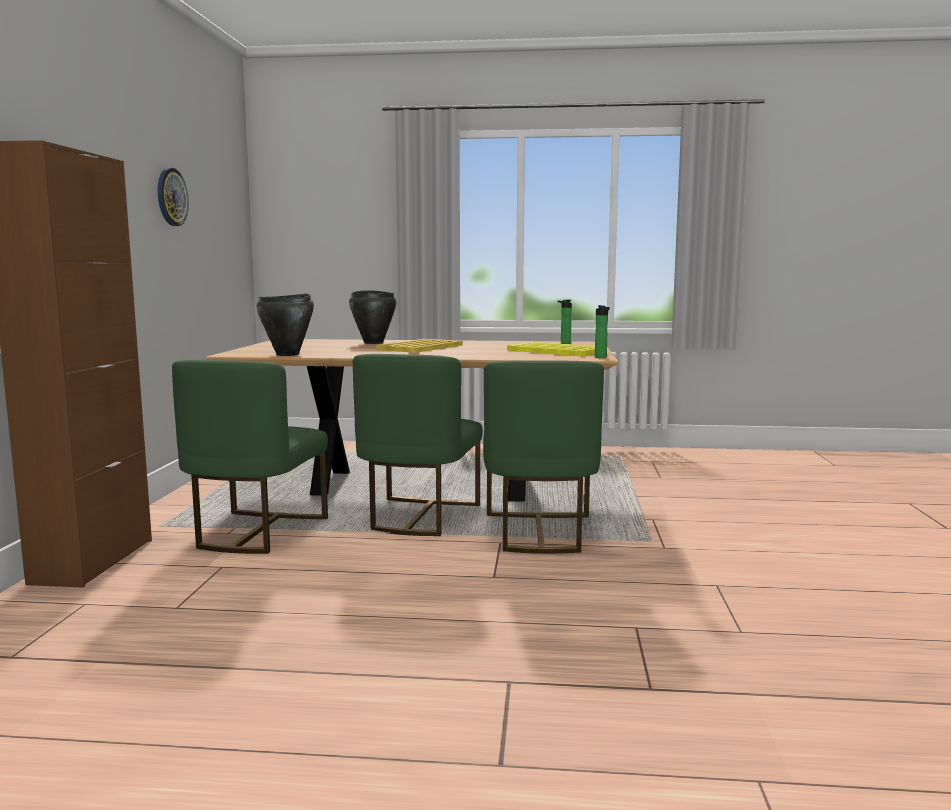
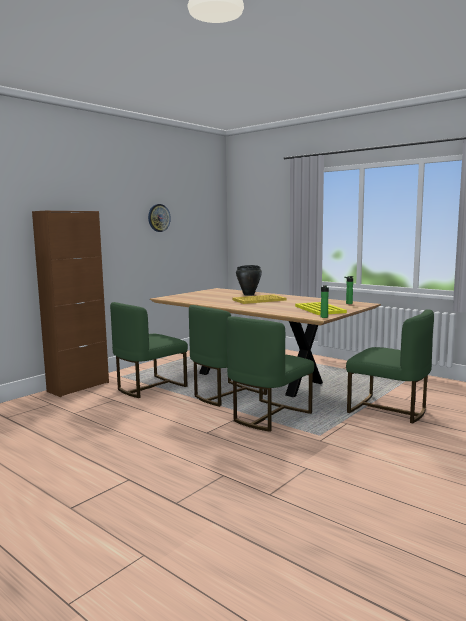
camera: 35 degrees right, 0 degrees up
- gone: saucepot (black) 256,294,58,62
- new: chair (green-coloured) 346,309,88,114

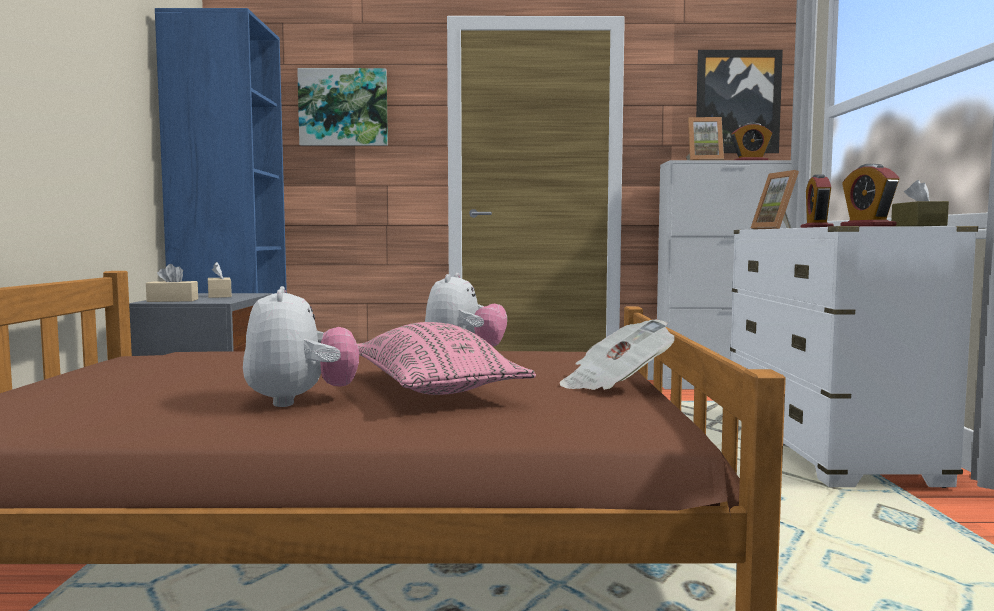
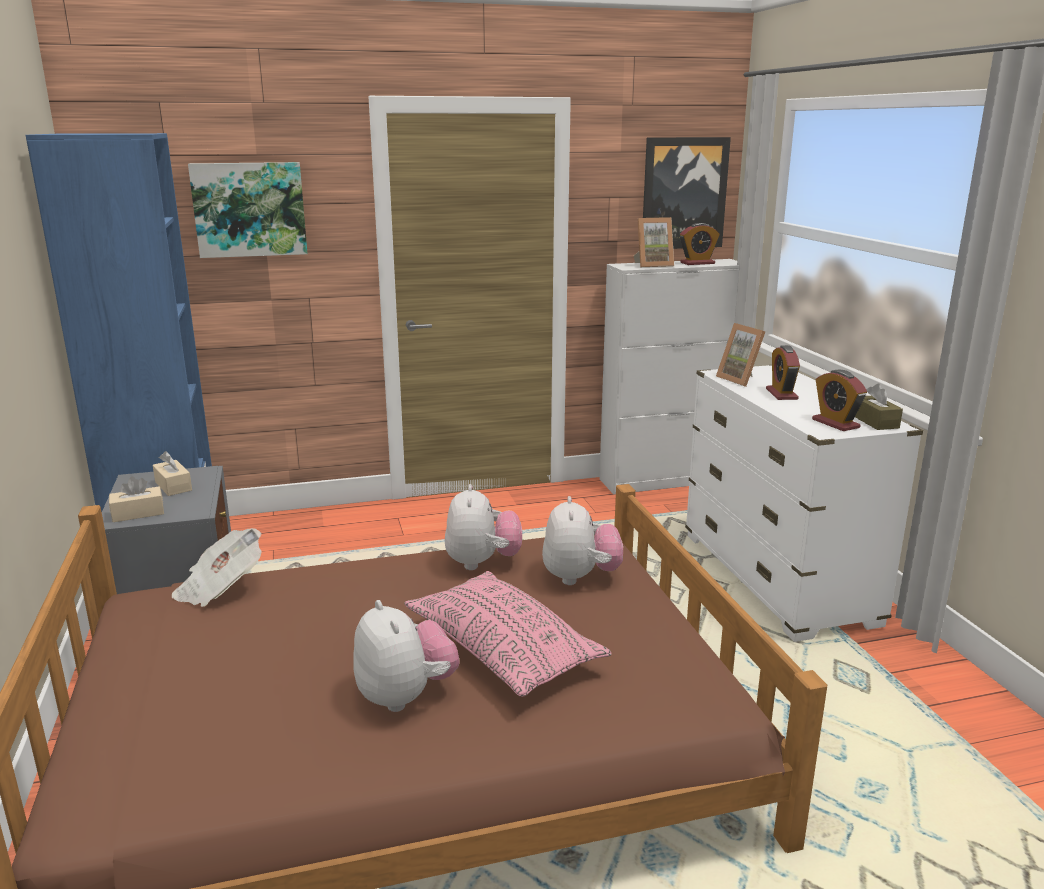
camera: 15 degrees left, 15 degrees up
- new: soft toy 542,496,81,89
- shifted: newspaper 560,320,115,70 to 172,528,90,79

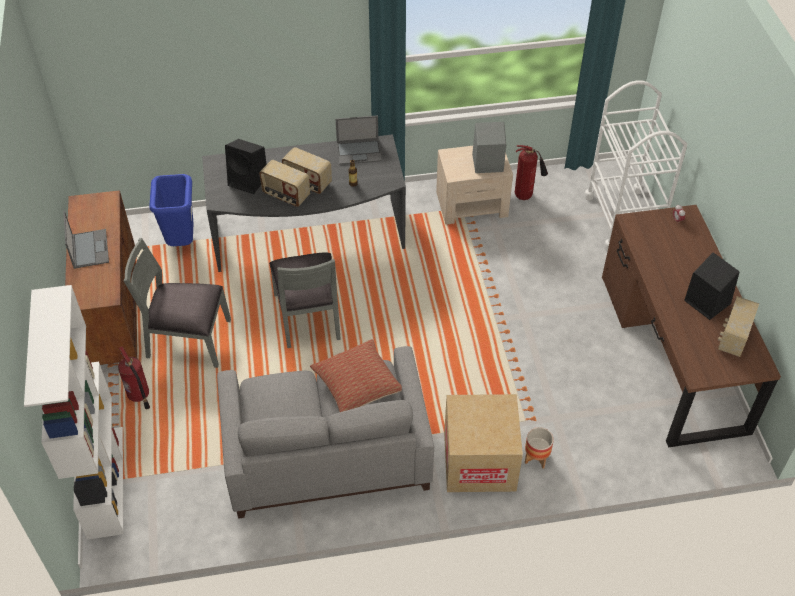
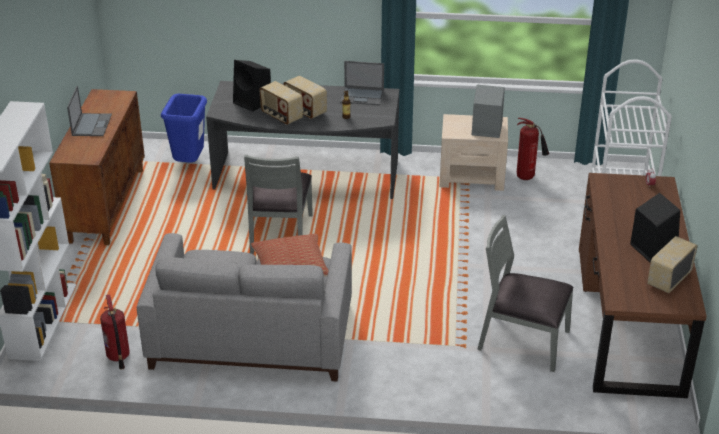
camera: 15 degrees right, 15 degrees down
- gone: carton 444,394,79,98
- gone: plant pot 525,427,29,42
- shifted: extinguisher 118,346,32,63 to 100,294,30,76
- shifted: chair (grey) 123,238,108,130 to 477,215,96,157

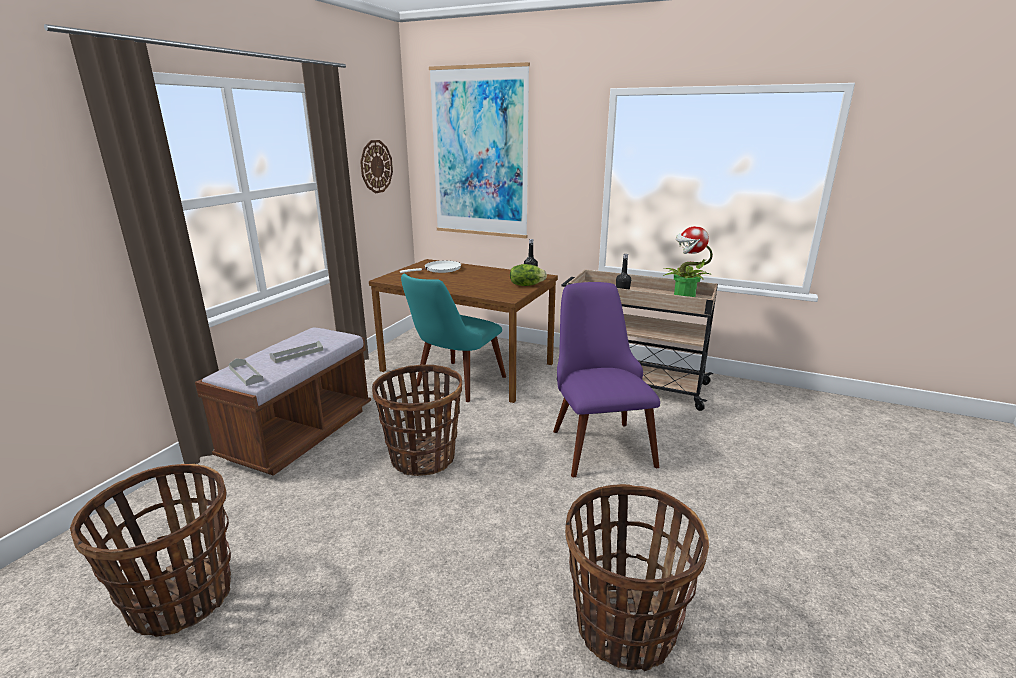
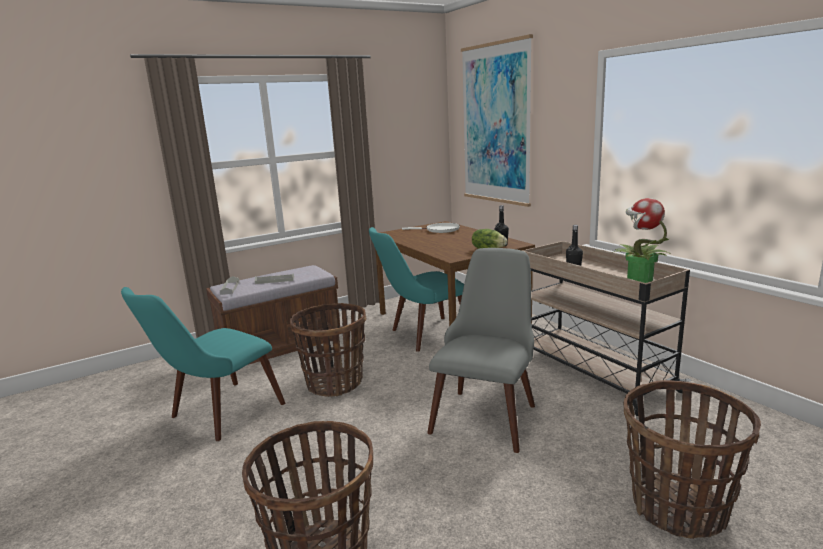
camera: 35 degrees right, 5 degrees down
- gone: hanging clock 360,140,33,53
- new: chair (turquoise-coloured) 121,287,165,154
- shifted: basket 70,464,161,173 to 623,380,138,159
- repainted: chair (purple) 553,282,107,195 to chair (grey) 427,248,108,205

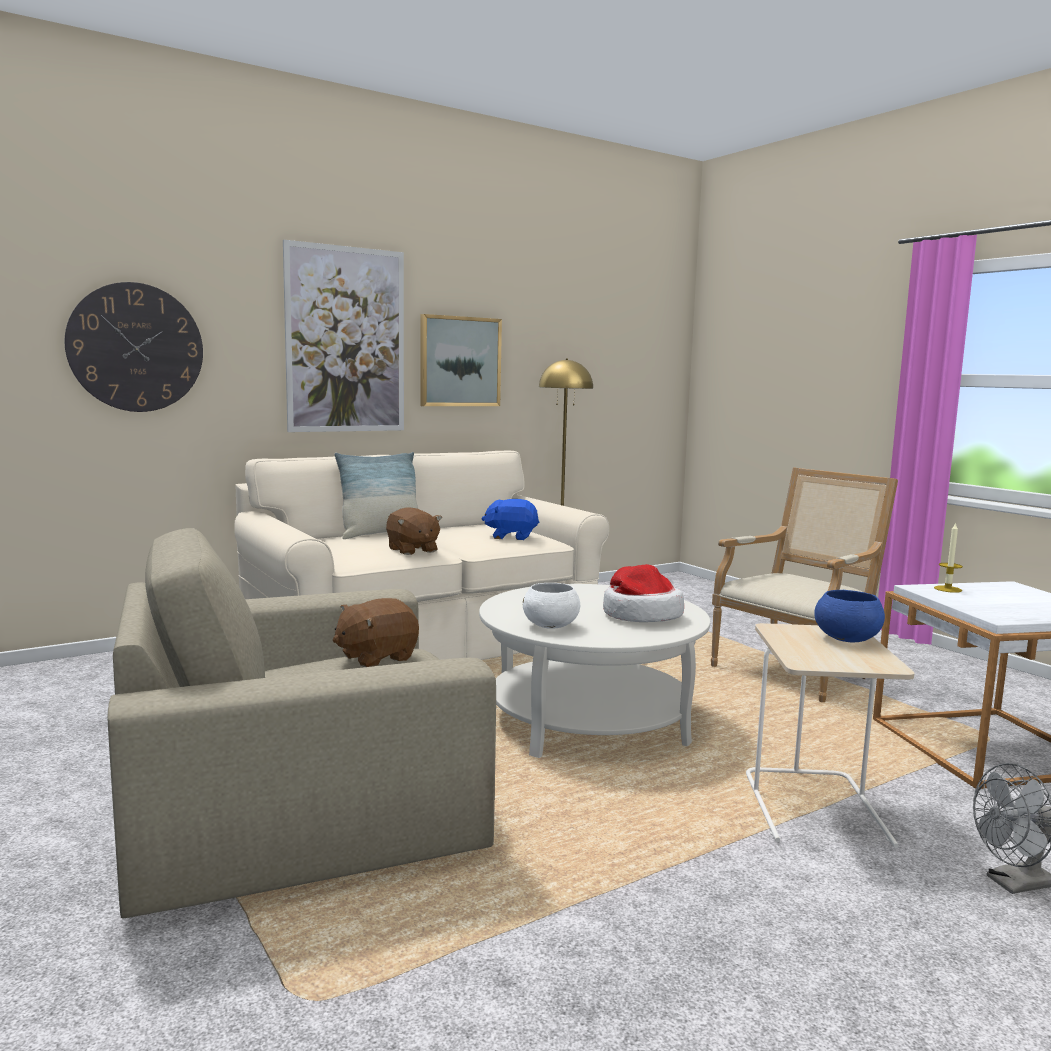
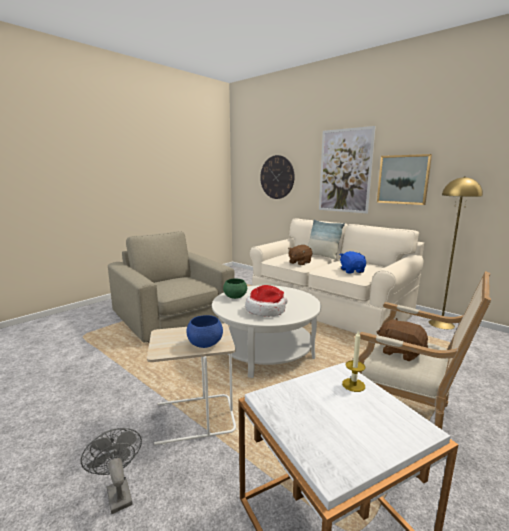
camera: 75 degrees right, 5 degrees up
- shifted: soft toy (brownish) 333,598,86,69 to 377,318,51,43
- repainted: deep dish (white-coloured) 523,583,57,46 to deep dish (green-coloured) 223,279,24,20

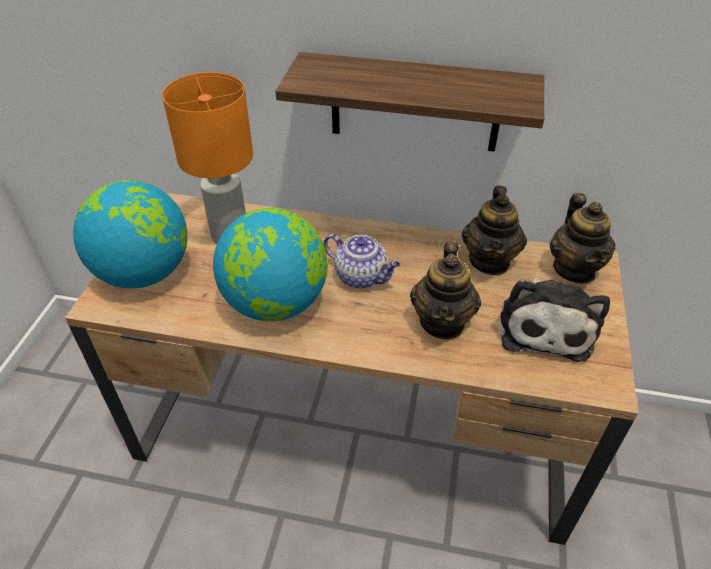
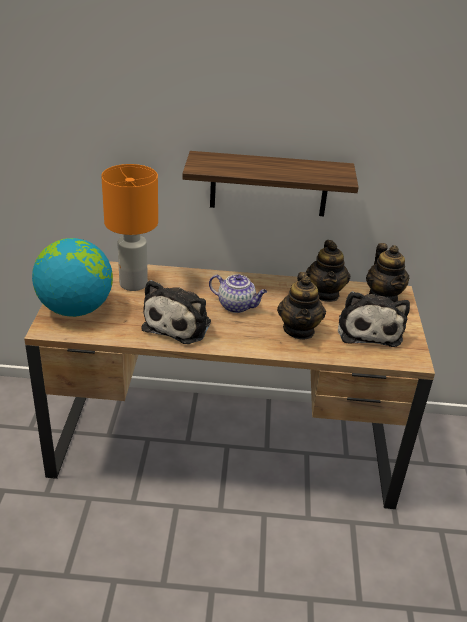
camera: 10 degrees left, 10 degrees down
- swapped: world globe 213,208,115,114 to soft toy 141,280,70,64

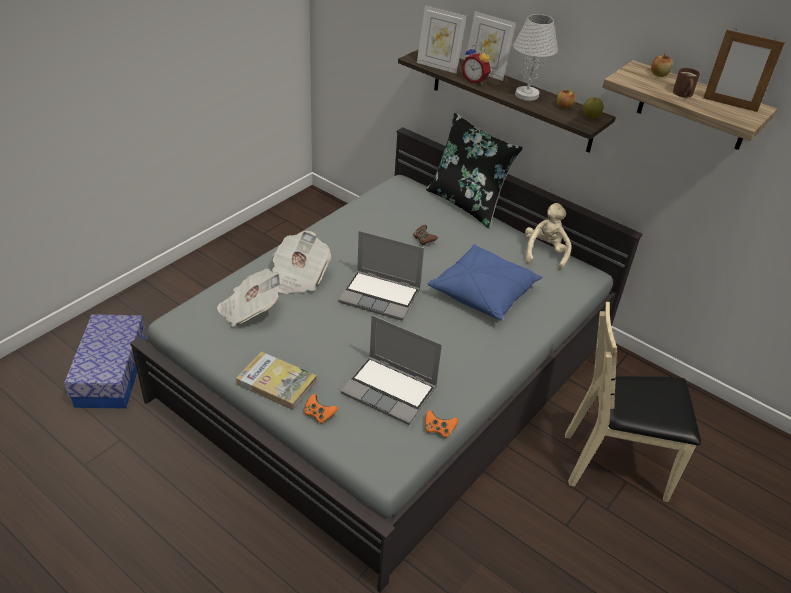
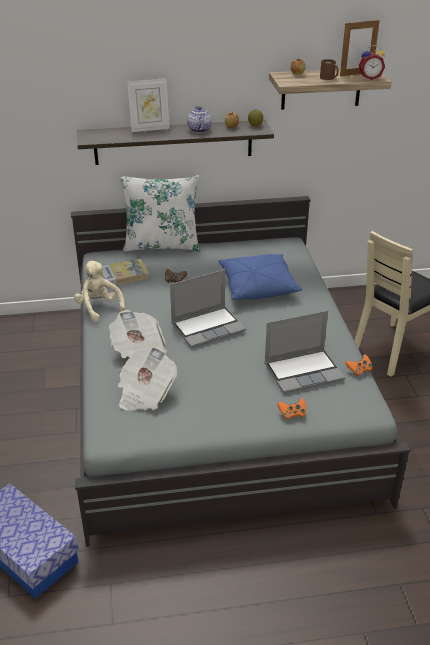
camera: 45 degrees left, 5 degrees down
- gone: standing frame 417,6,50,68
- shifted: book 236,352,81,58 to 99,259,50,28
- shifted: table clock 461,45,30,40 to 359,45,26,35
- shifted: soft toy (beige) 525,203,47,67 to 74,261,51,61
- swapped: tabletop lamp (white-coloured) 513,14,45,87 to tea pot 187,106,25,27
- repainted: cushion (black) 426,112,97,117 to cushion (white-coloured) 120,175,80,77

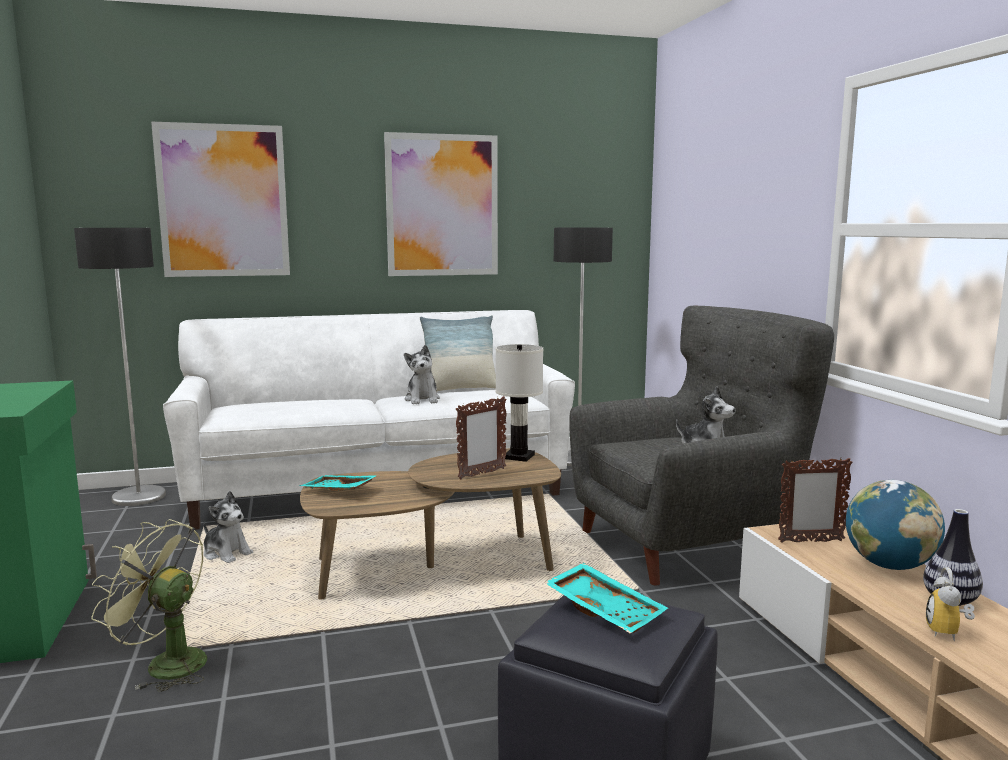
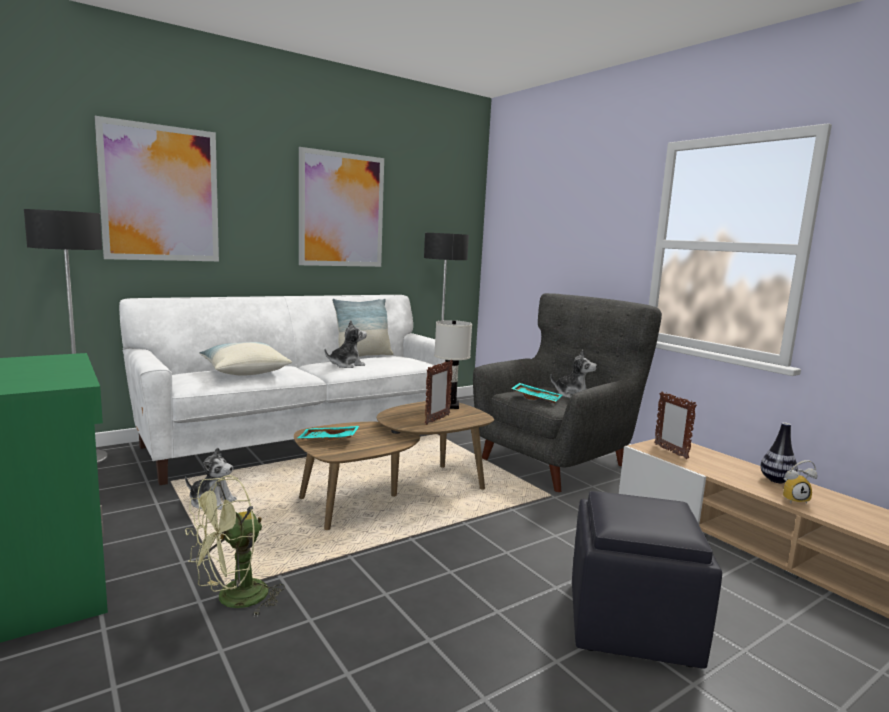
camera: 20 degrees left, 0 degrees up
- gone: world globe 846,480,99,90
- new: cushion 199,342,93,34
- shifted: carrying tray (turquoise-coloured) 544,563,124,71 to 511,383,51,20
- rotated: fan (green-coloured) 91,519,116,173 = 185,475,100,142 45 degrees counterclockwise
- rotated: soft toy 404,345,36,59 = 325,320,42,48 90 degrees counterclockwise
- rotated: standing frame 778,458,75,85 = 654,391,43,68 90 degrees clockwise
- rotated: table clock 926,567,49,75 = 783,460,35,44 90 degrees counterclockwise

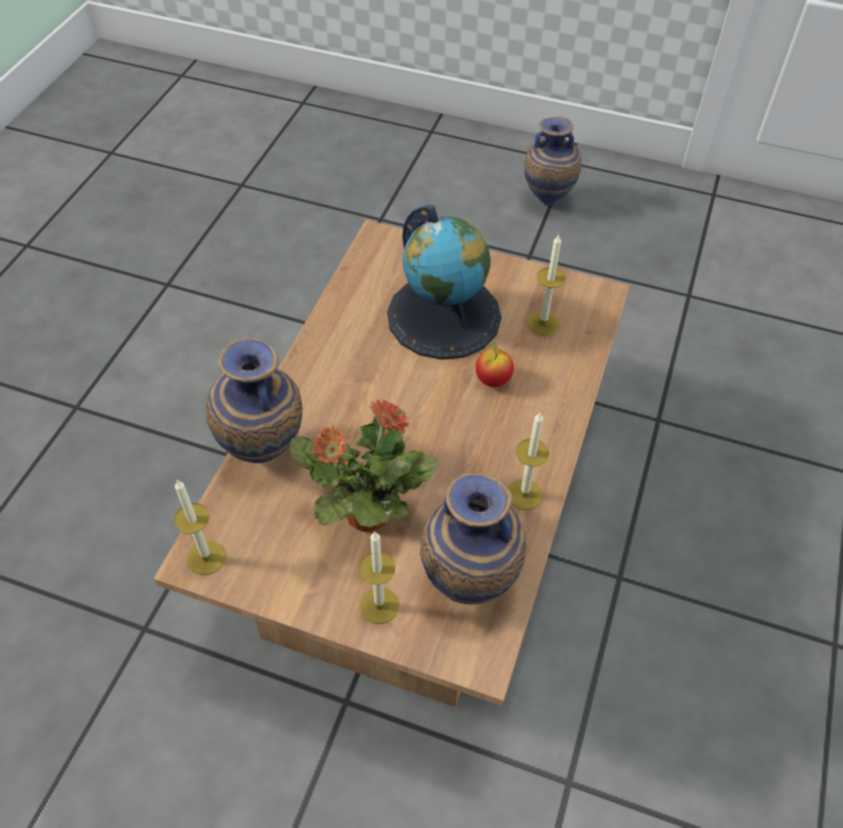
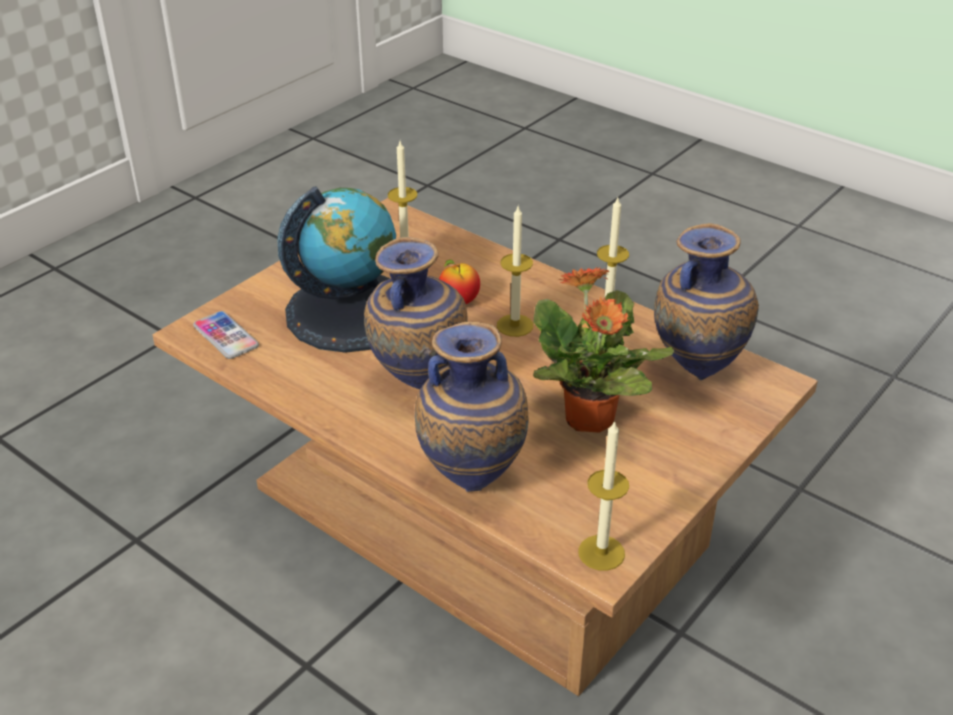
camera: 70 degrees left, 15 degrees down
- new: phone 193,311,66,48
- shifted: candle 359,531,40,93 to 497,206,36,131
- shifted: decorative vase 524,116,57,90 to 364,237,104,152

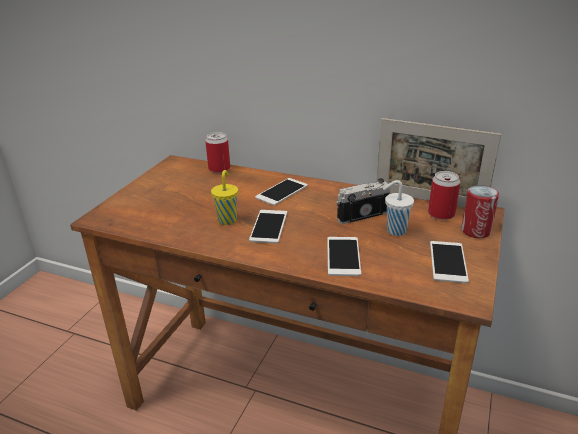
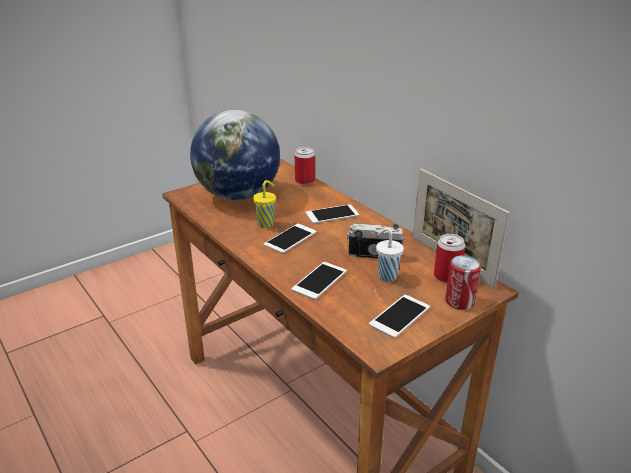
camera: 30 degrees right, 0 degrees up
- new: world globe 190,110,90,91

